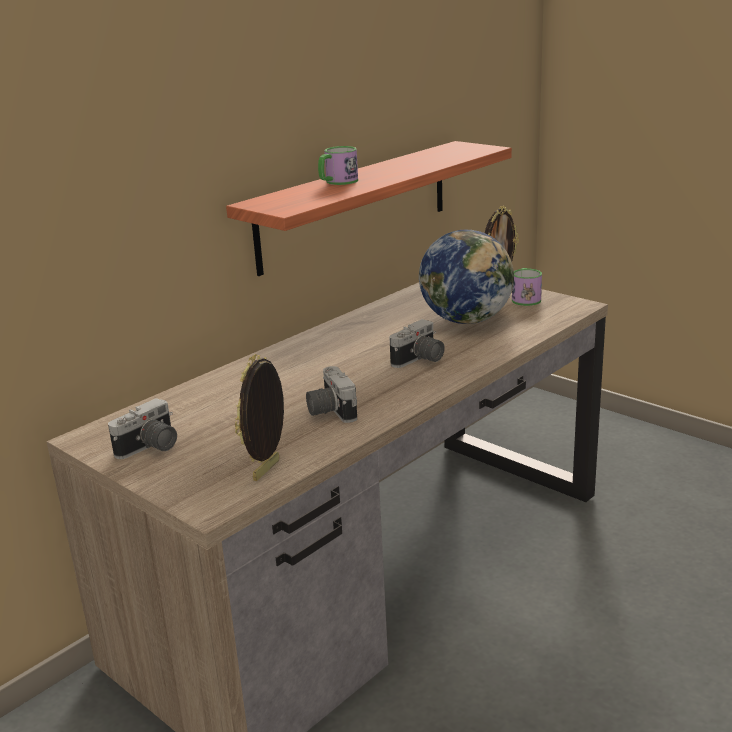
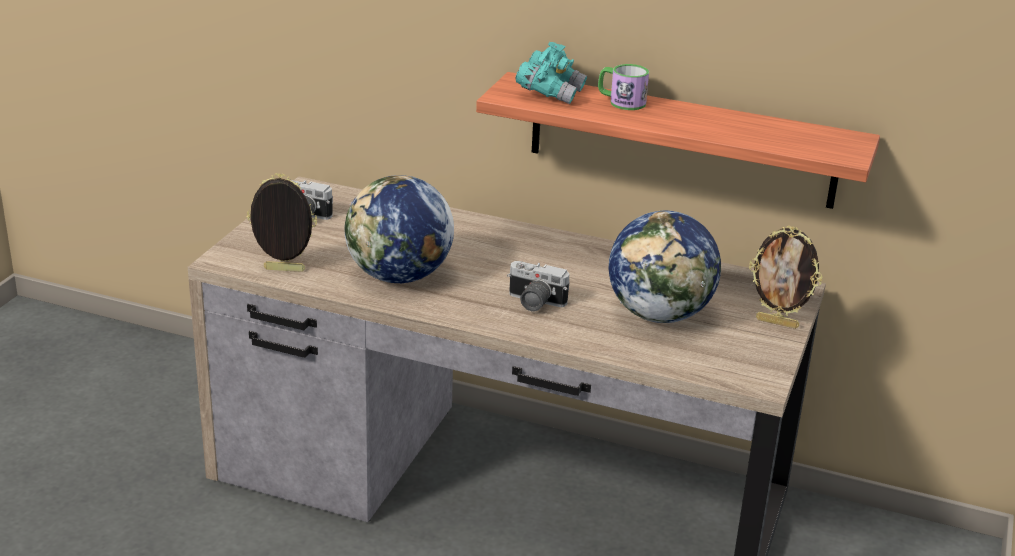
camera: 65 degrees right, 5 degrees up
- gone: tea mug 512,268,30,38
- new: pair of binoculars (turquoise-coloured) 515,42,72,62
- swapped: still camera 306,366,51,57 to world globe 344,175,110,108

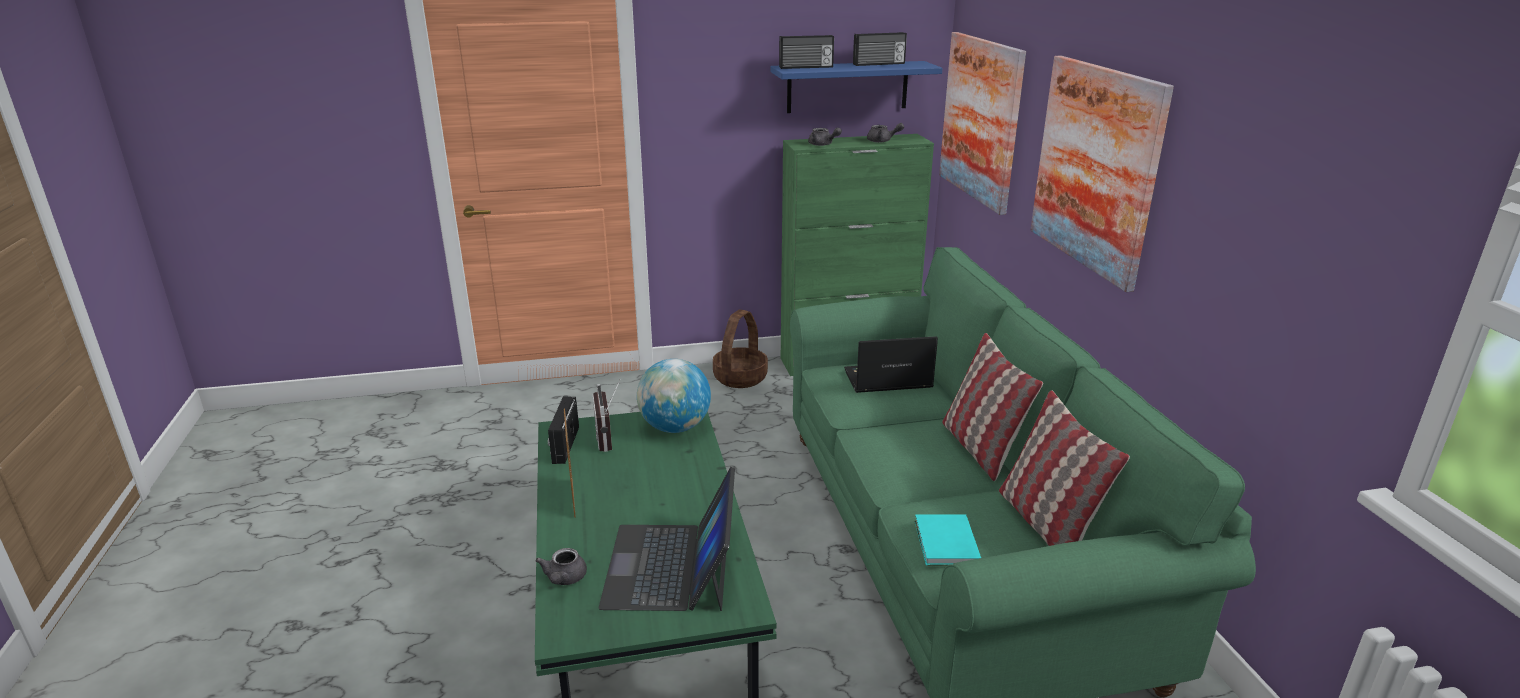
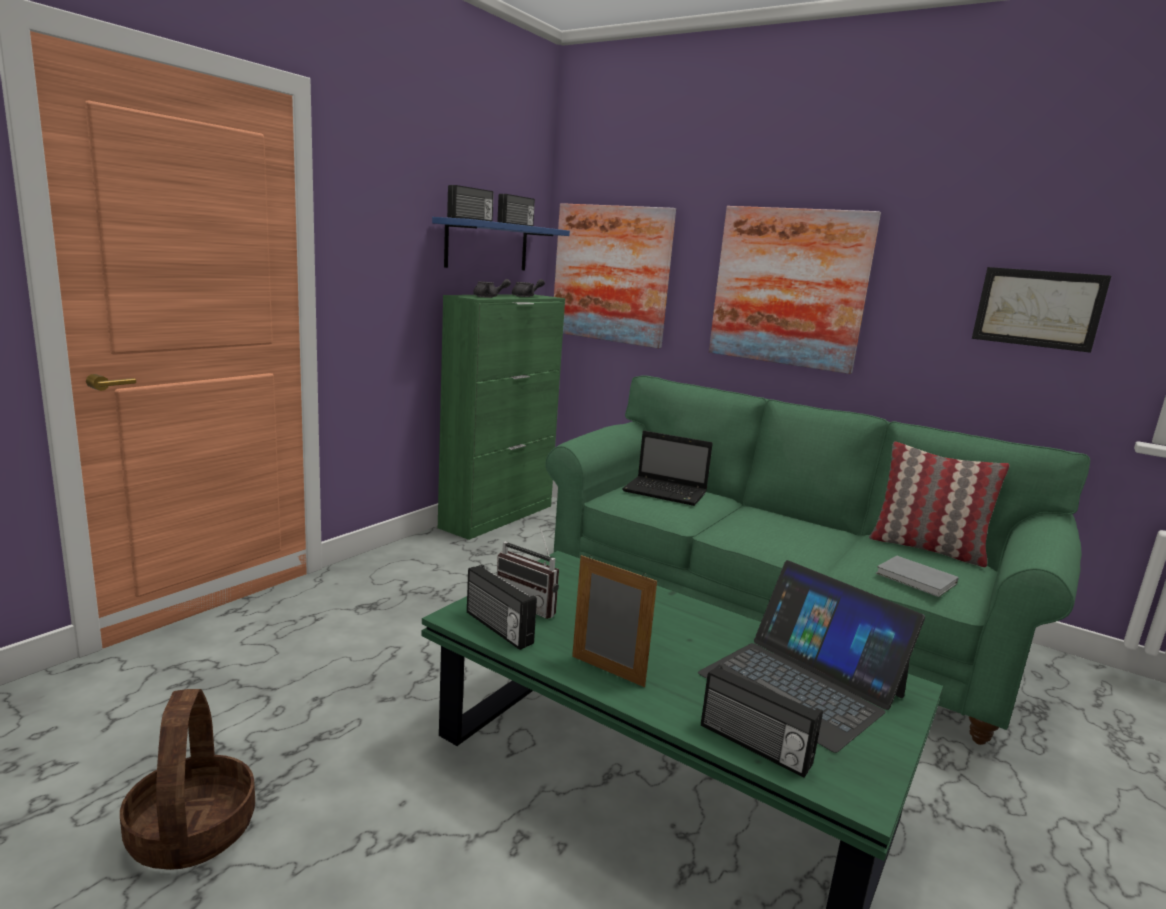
camera: 45 degrees left, 10 degrees down
- gone: world globe 637,359,74,74
- gone: cushion 942,333,101,148
- new: wall art 972,267,139,86
- shifted: basket 713,310,55,78 to 120,689,135,181
- swapped: tea pot (grey) 535,548,52,37 to radio set 701,665,122,112
- repainted: book (turquoise-coloured) 915,514,66,51 to book (grey) 875,556,84,41
- rotated: notebook computer 844,336,94,57 = 622,431,91,75 105 degrees counterclockwise

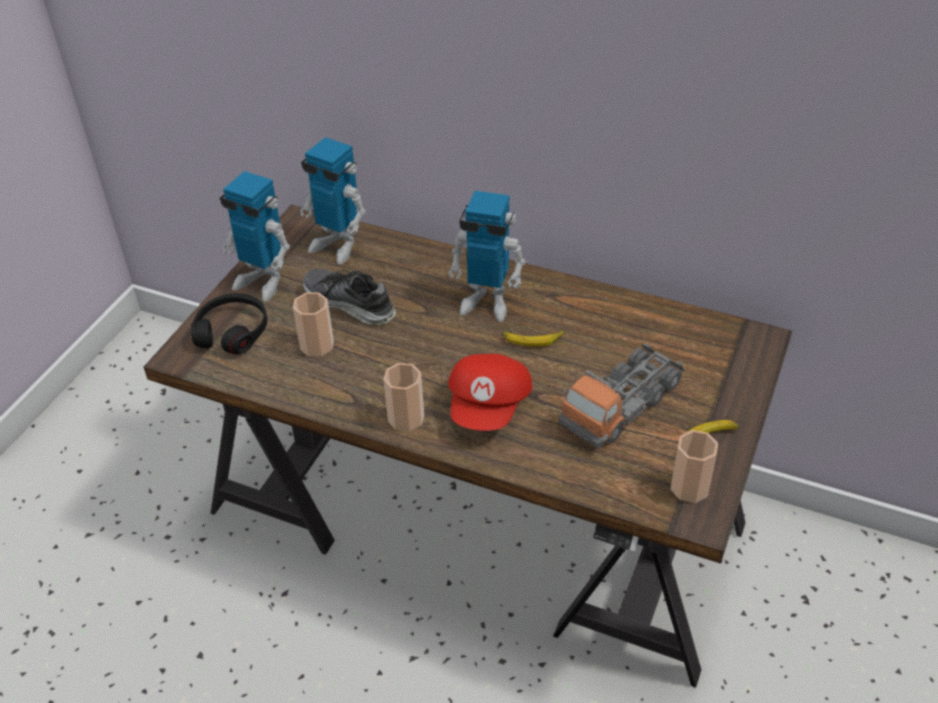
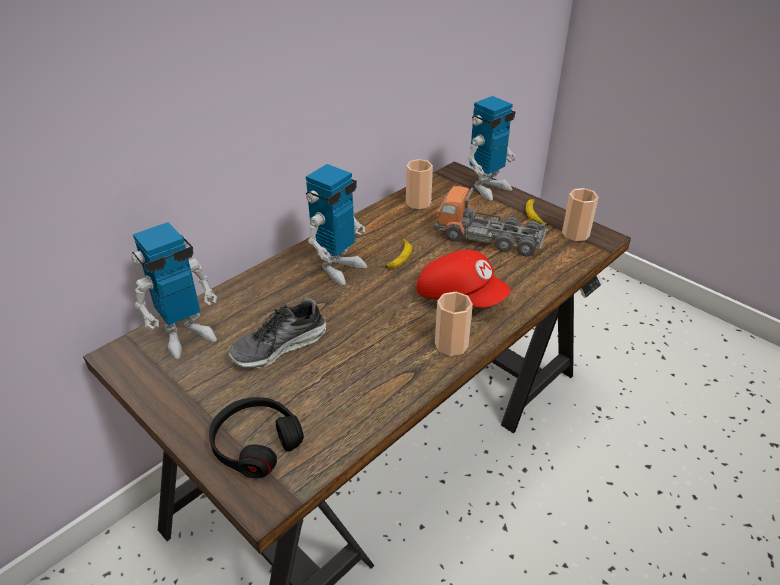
camera: 70 degrees left, 5 degrees down
- shifted: model robot 220,171,70,131 to 468,96,48,104
- shifted: small cup 293,293,41,63 to 406,159,27,50
- rotated: toy lorry 558,343,127,105 = 434,186,113,71 135 degrees clockwise

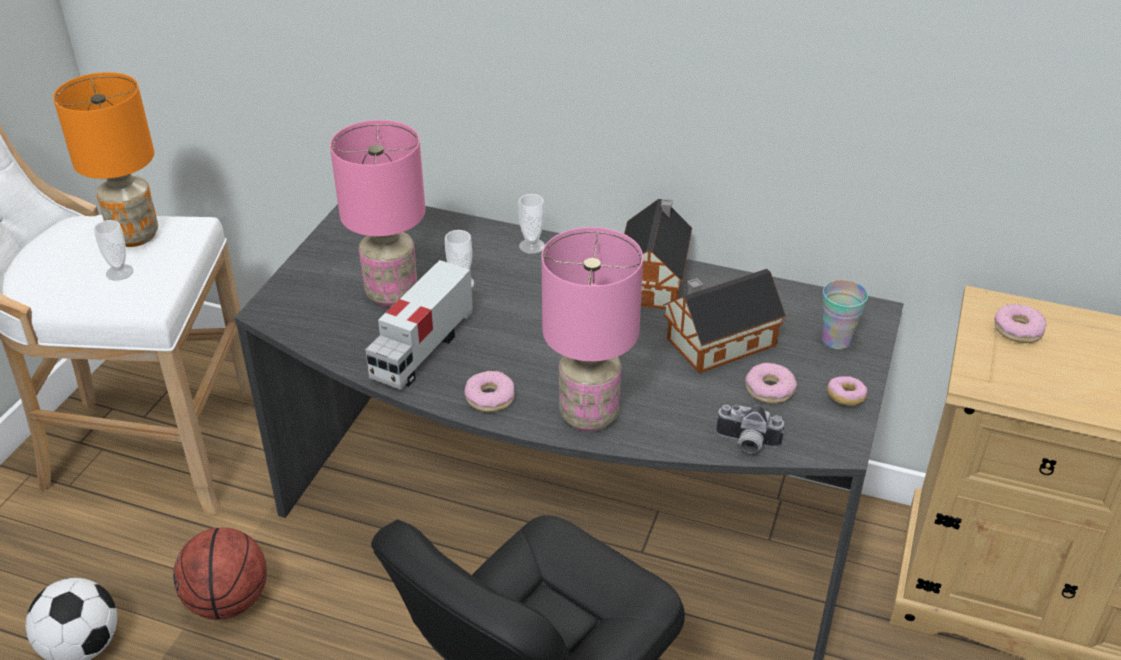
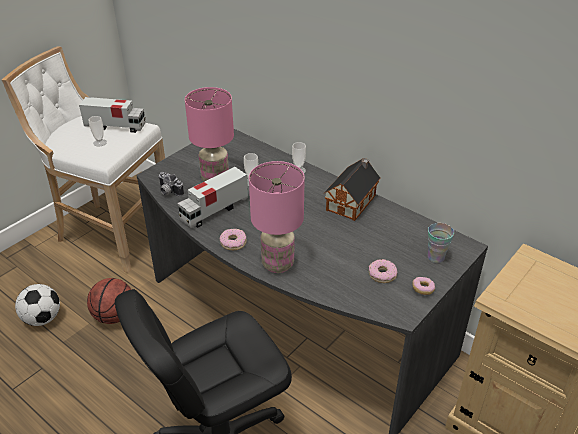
camera: 20 degrees right, 0 degrees up
- gone: miniature house 663,269,123,104
- gone: ring doughnut 994,304,53,39
- shifted: still camera 716,404,68,49 to 158,172,26,24
- swapped: tabletop lamp (orangey) 53,72,105,175 to toy lorry 79,97,67,36

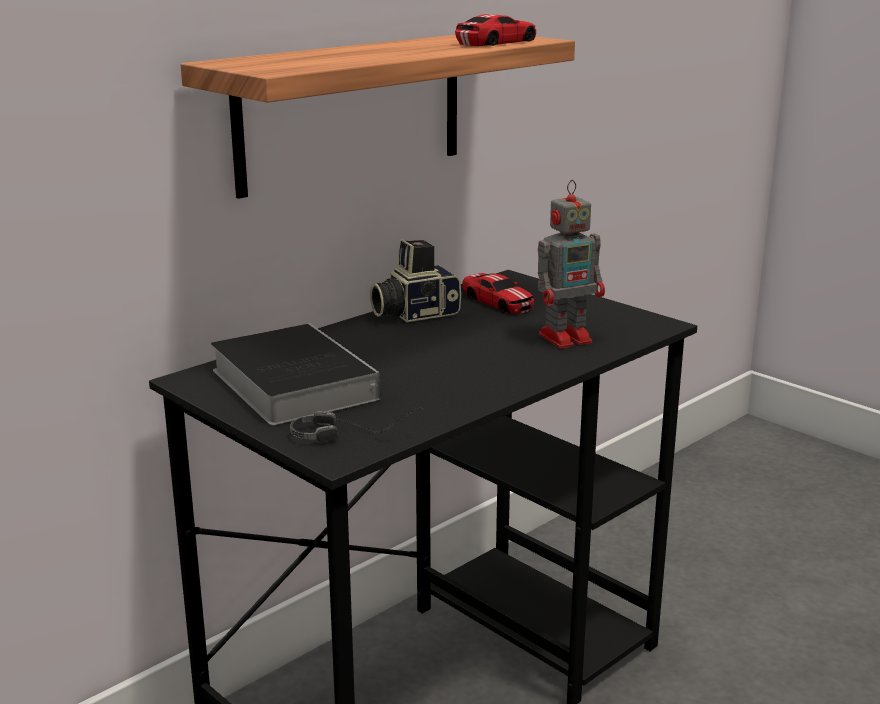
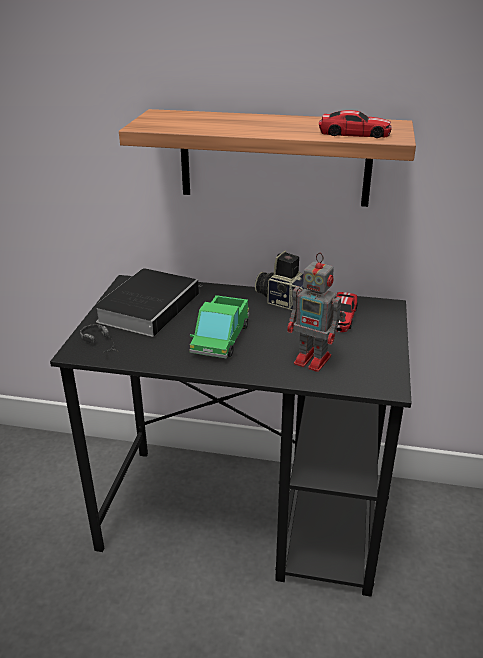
camera: 55 degrees right, 10 degrees up
- new: toy lorry 189,295,60,63

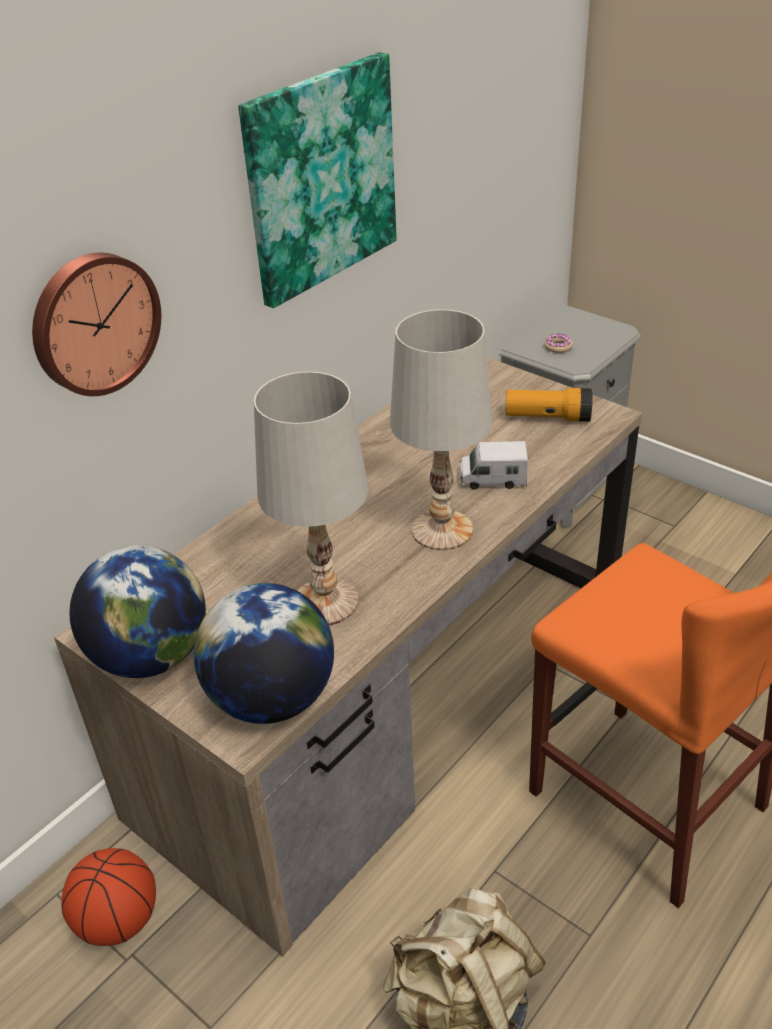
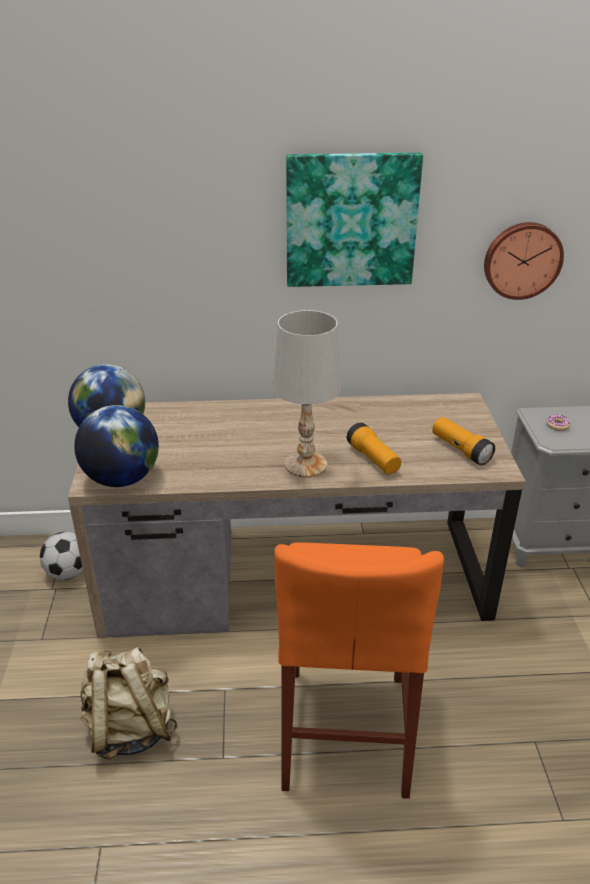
camera: 45 degrees right, 5 degrees down
- gone: tabletop lamp (white-coloured) 254,371,114,254
- shifted: hanging clock 32,253,129,143 to 484,222,80,78
- swapped: ball for basketball 62,848,94,98 to ball for football 40,532,43,48
- swapped: toy lorry 460,441,68,48 to torch 347,423,54,51

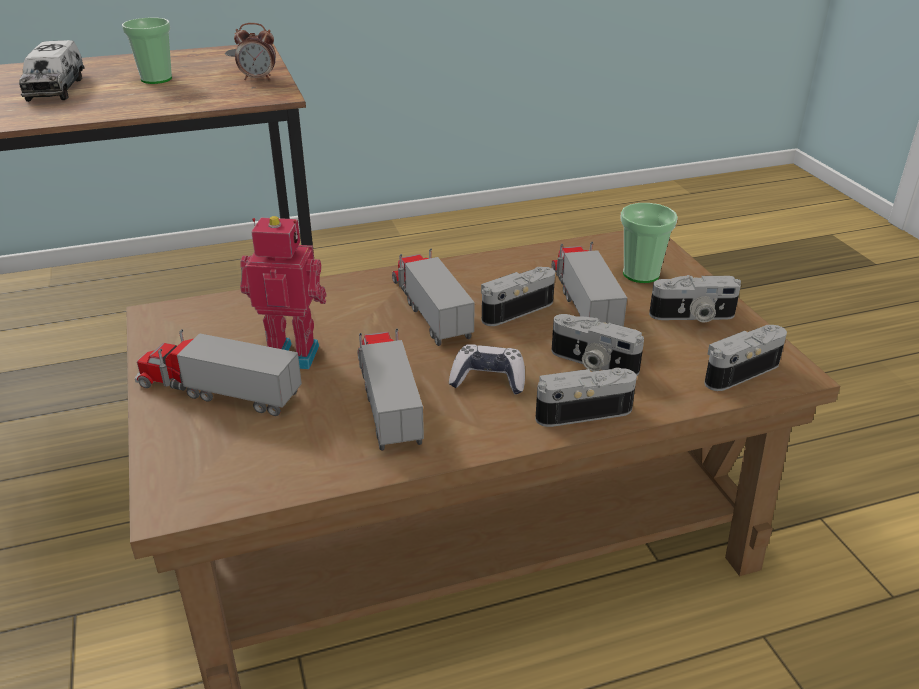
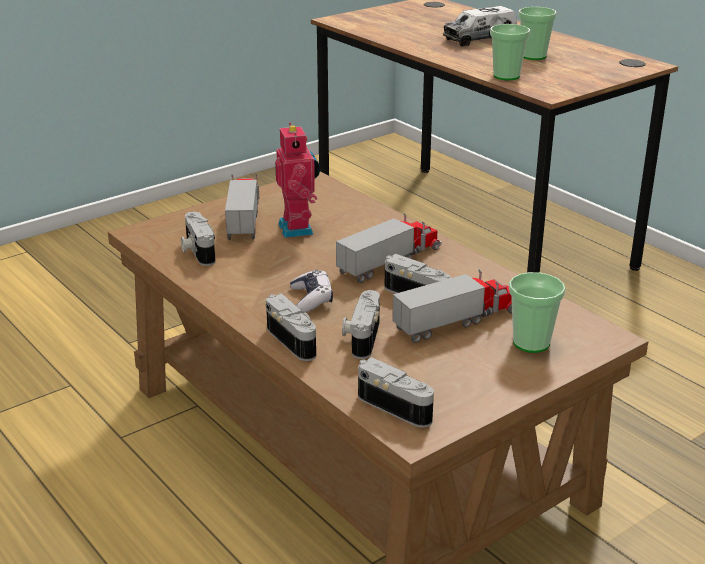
camera: 70 degrees right, 5 degrees down
- gone: table clock 234,23,42,57
- gone: toy lorry 358,328,66,123
- new: small cup 490,24,40,56
- shifted: still camera 649,275,92,48 to 181,212,35,54

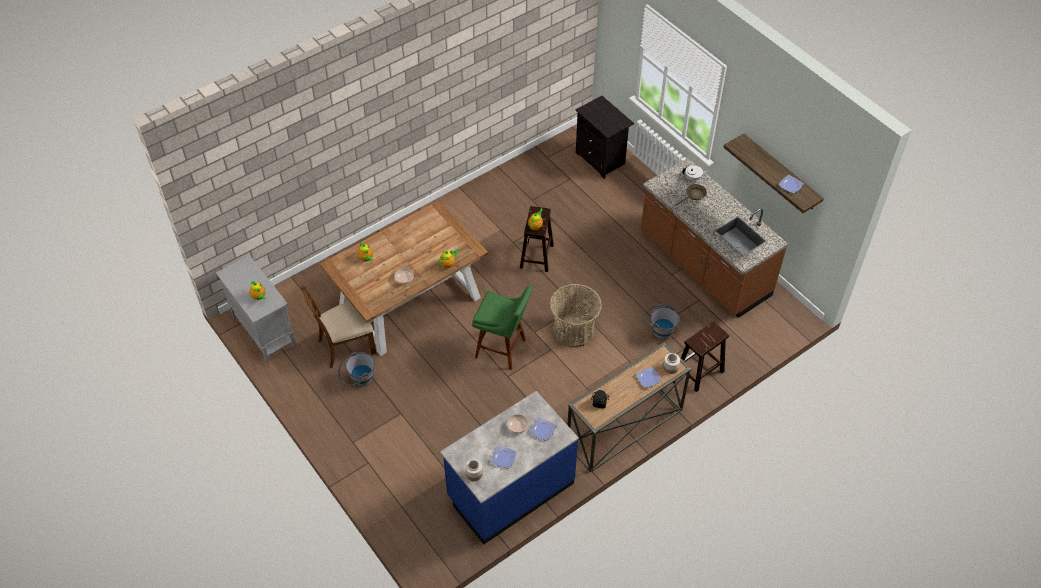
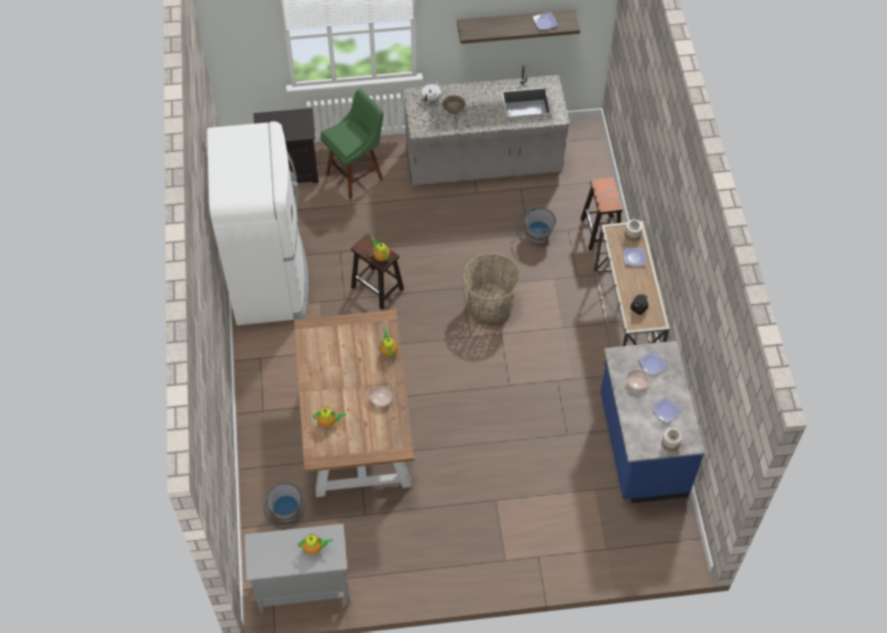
camera: 60 degrees left, 5 degrees up
- gone: chair (brownish) 301,285,75,83
- new: kitchen fridge (white-coloured) 207,121,102,204
- shifted: bucket (grey) 338,352,37,35 to 263,483,42,47
- shifted: stool (green-coloured) 472,286,60,84 to 320,89,64,110
- repainted: kitchen counter (brownish) 641,158,147,160 to kitchen counter (grey) 403,65,167,120

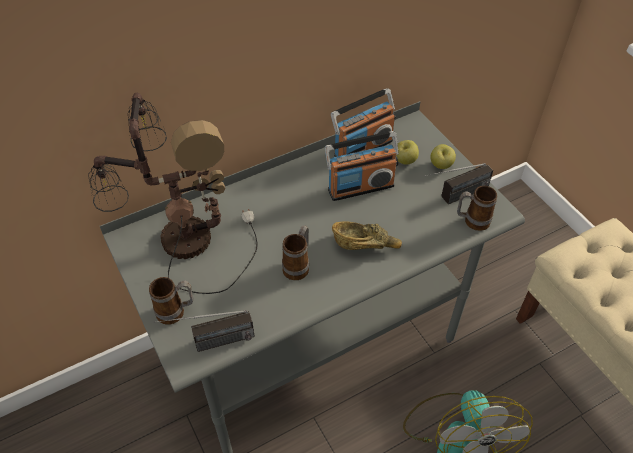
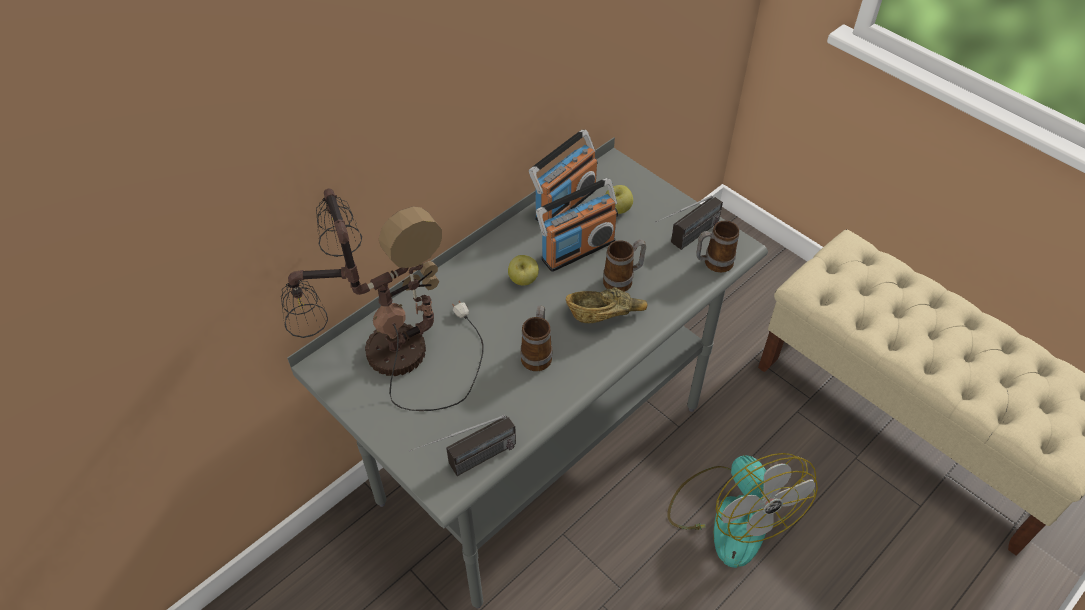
camera: 15 degrees left, 0 degrees up
- shifted: tea mug 149,277,45,48 to 603,239,43,53
- shifted: whole apple 430,144,26,25 to 508,255,31,30

